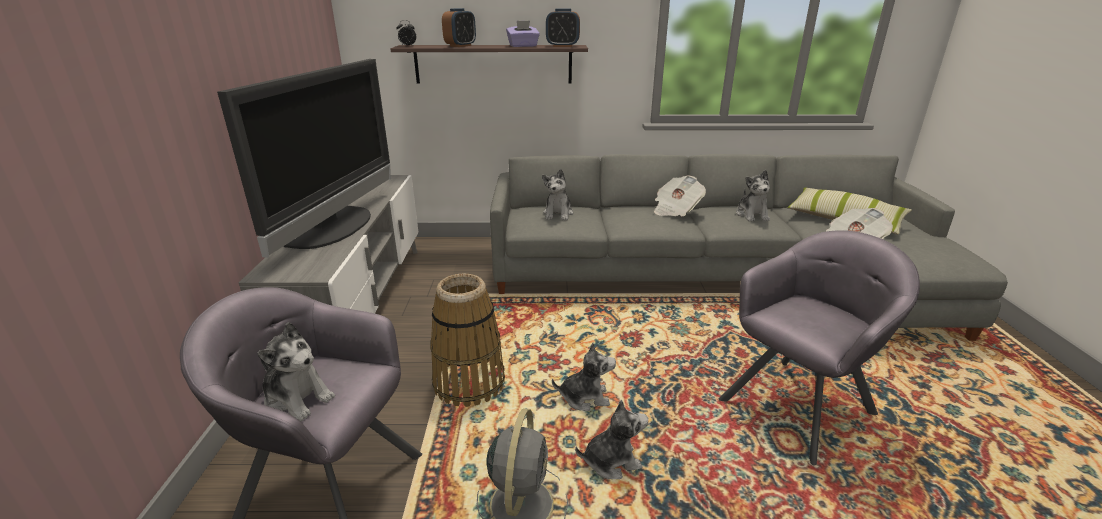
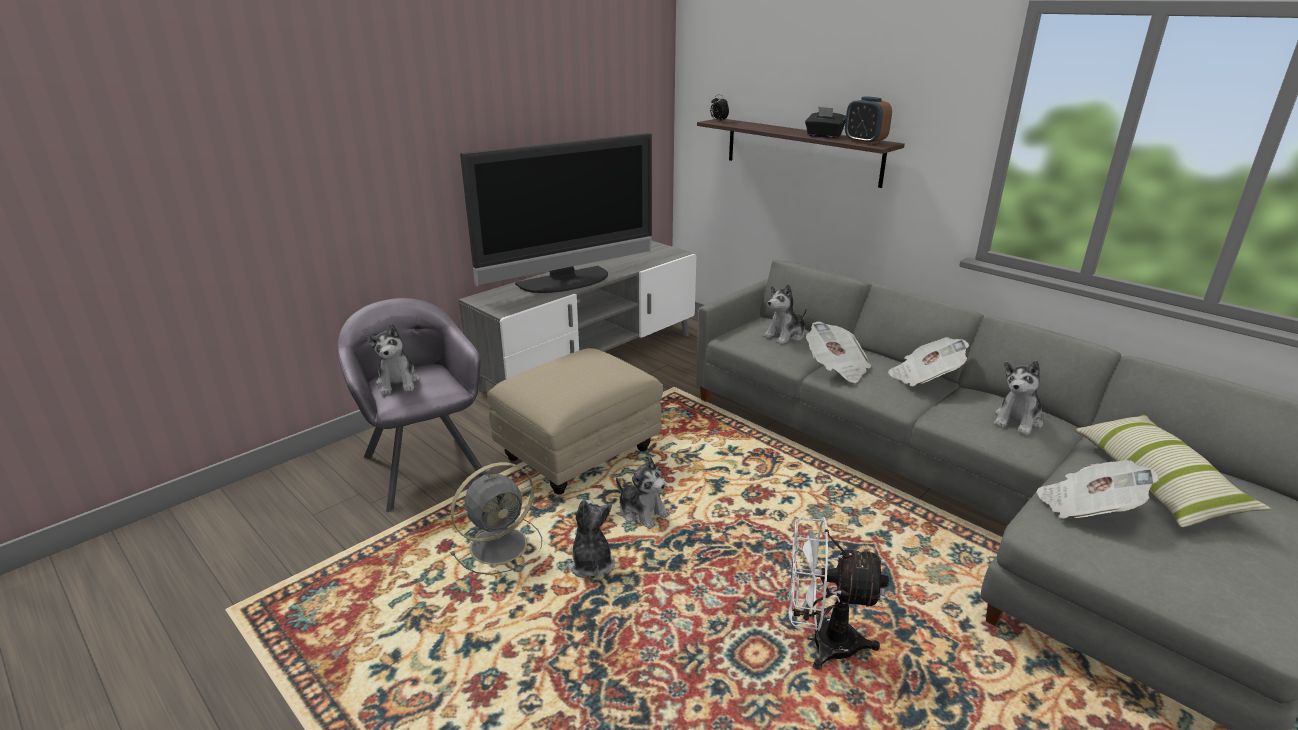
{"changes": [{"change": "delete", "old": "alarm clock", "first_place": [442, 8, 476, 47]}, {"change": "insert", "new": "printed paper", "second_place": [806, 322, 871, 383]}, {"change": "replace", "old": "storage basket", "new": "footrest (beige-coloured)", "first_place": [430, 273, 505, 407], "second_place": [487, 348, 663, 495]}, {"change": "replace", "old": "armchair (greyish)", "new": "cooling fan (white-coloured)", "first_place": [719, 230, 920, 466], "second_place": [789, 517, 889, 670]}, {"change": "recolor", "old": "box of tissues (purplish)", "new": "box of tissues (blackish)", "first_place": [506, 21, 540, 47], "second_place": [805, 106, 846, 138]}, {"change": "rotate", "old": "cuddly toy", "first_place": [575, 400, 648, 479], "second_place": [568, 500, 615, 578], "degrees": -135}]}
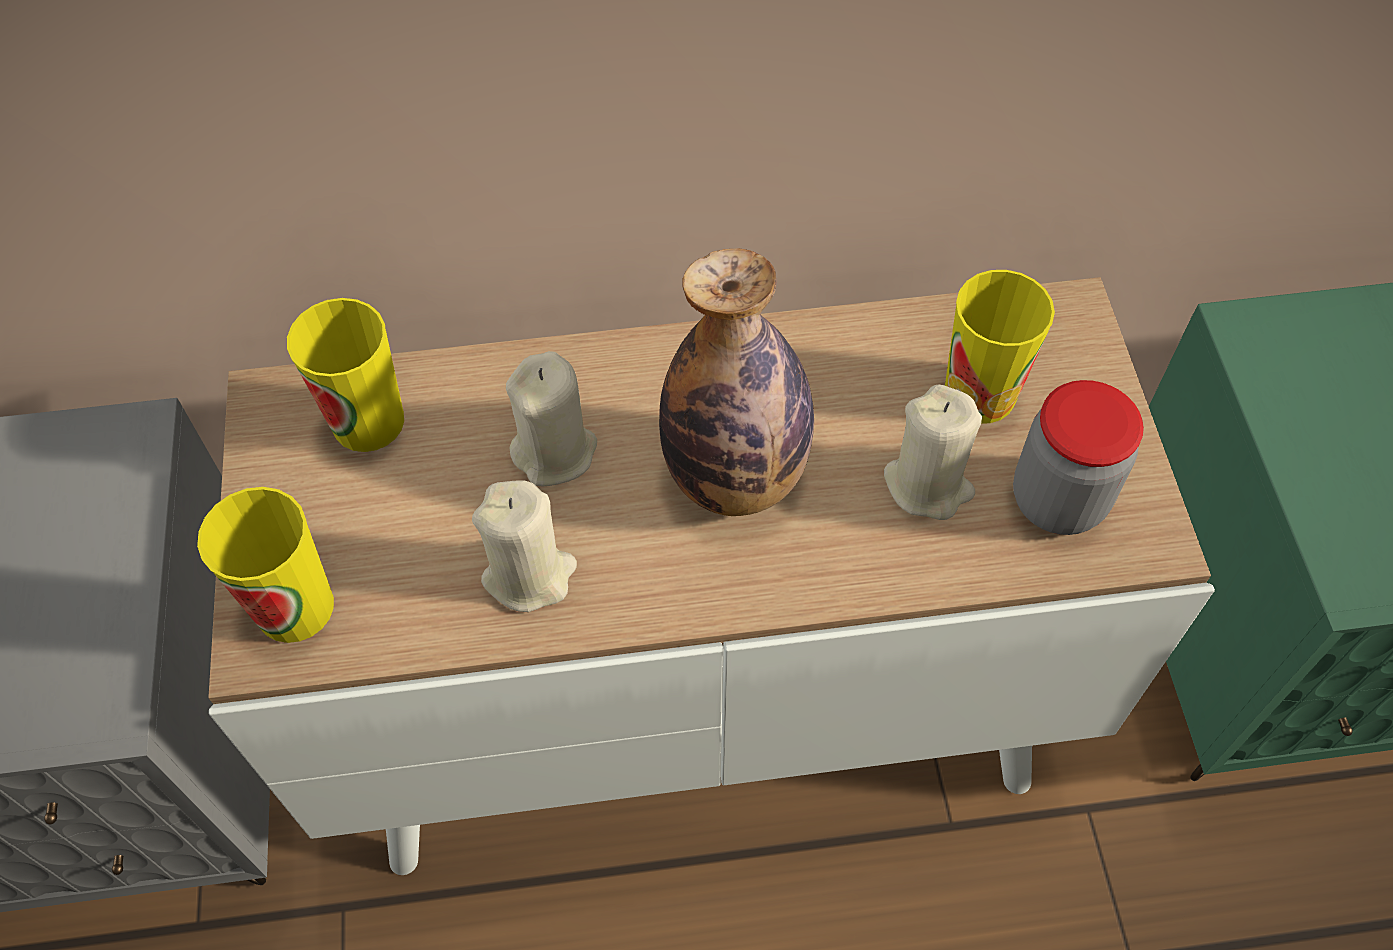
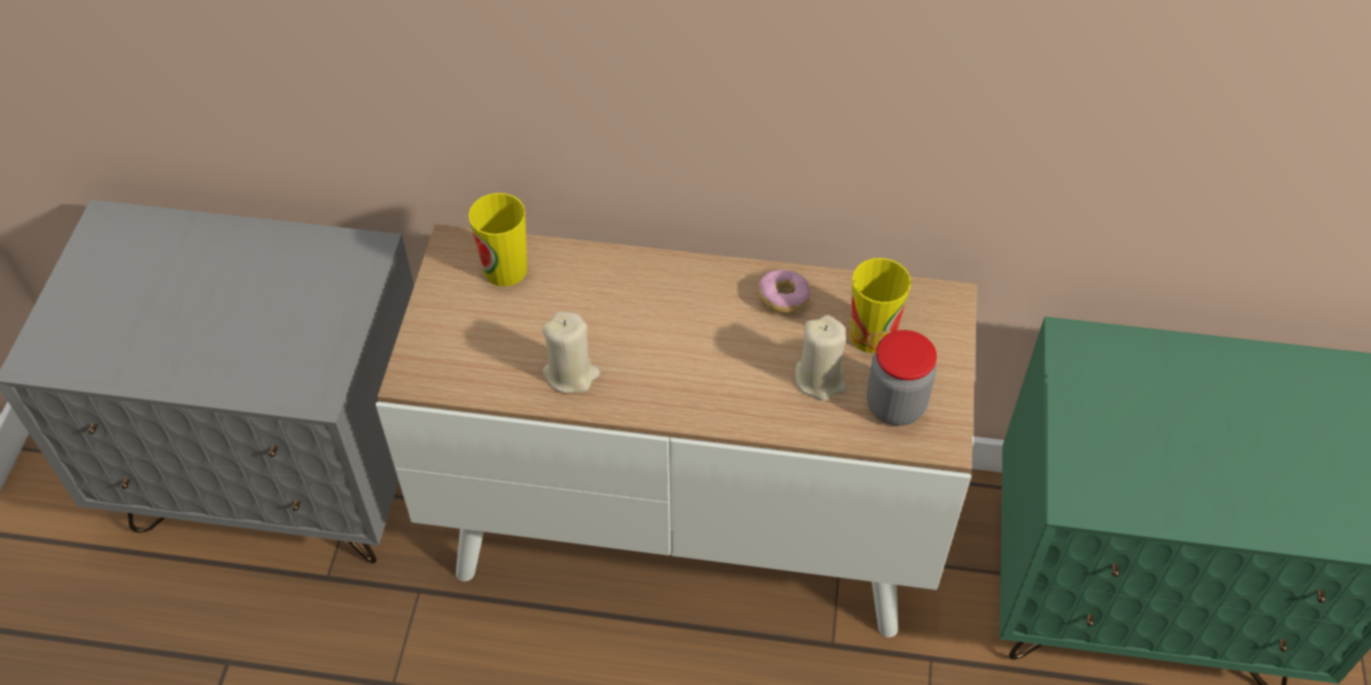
{"changes": [{"change": "delete", "old": "drinking cup", "first_place": [197, 487, 334, 643]}, {"change": "delete", "old": "candle (beige-coloured)", "first_place": [506, 351, 597, 486]}, {"change": "delete", "old": "bottle", "first_place": [659, 248, 814, 516]}, {"change": "insert", "new": "ring doughnut", "second_place": [758, 270, 811, 313]}]}
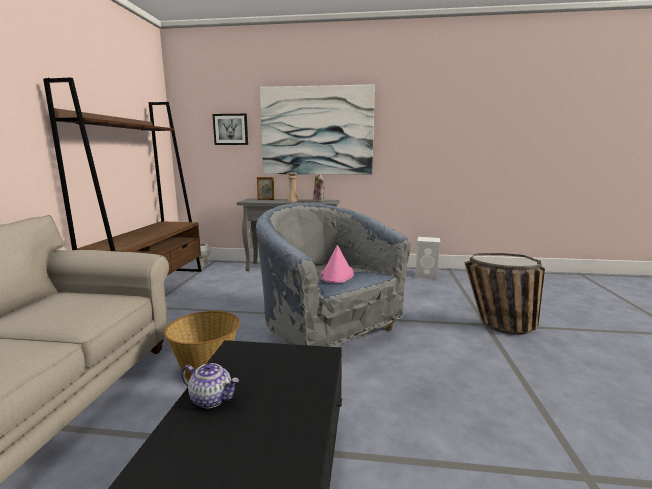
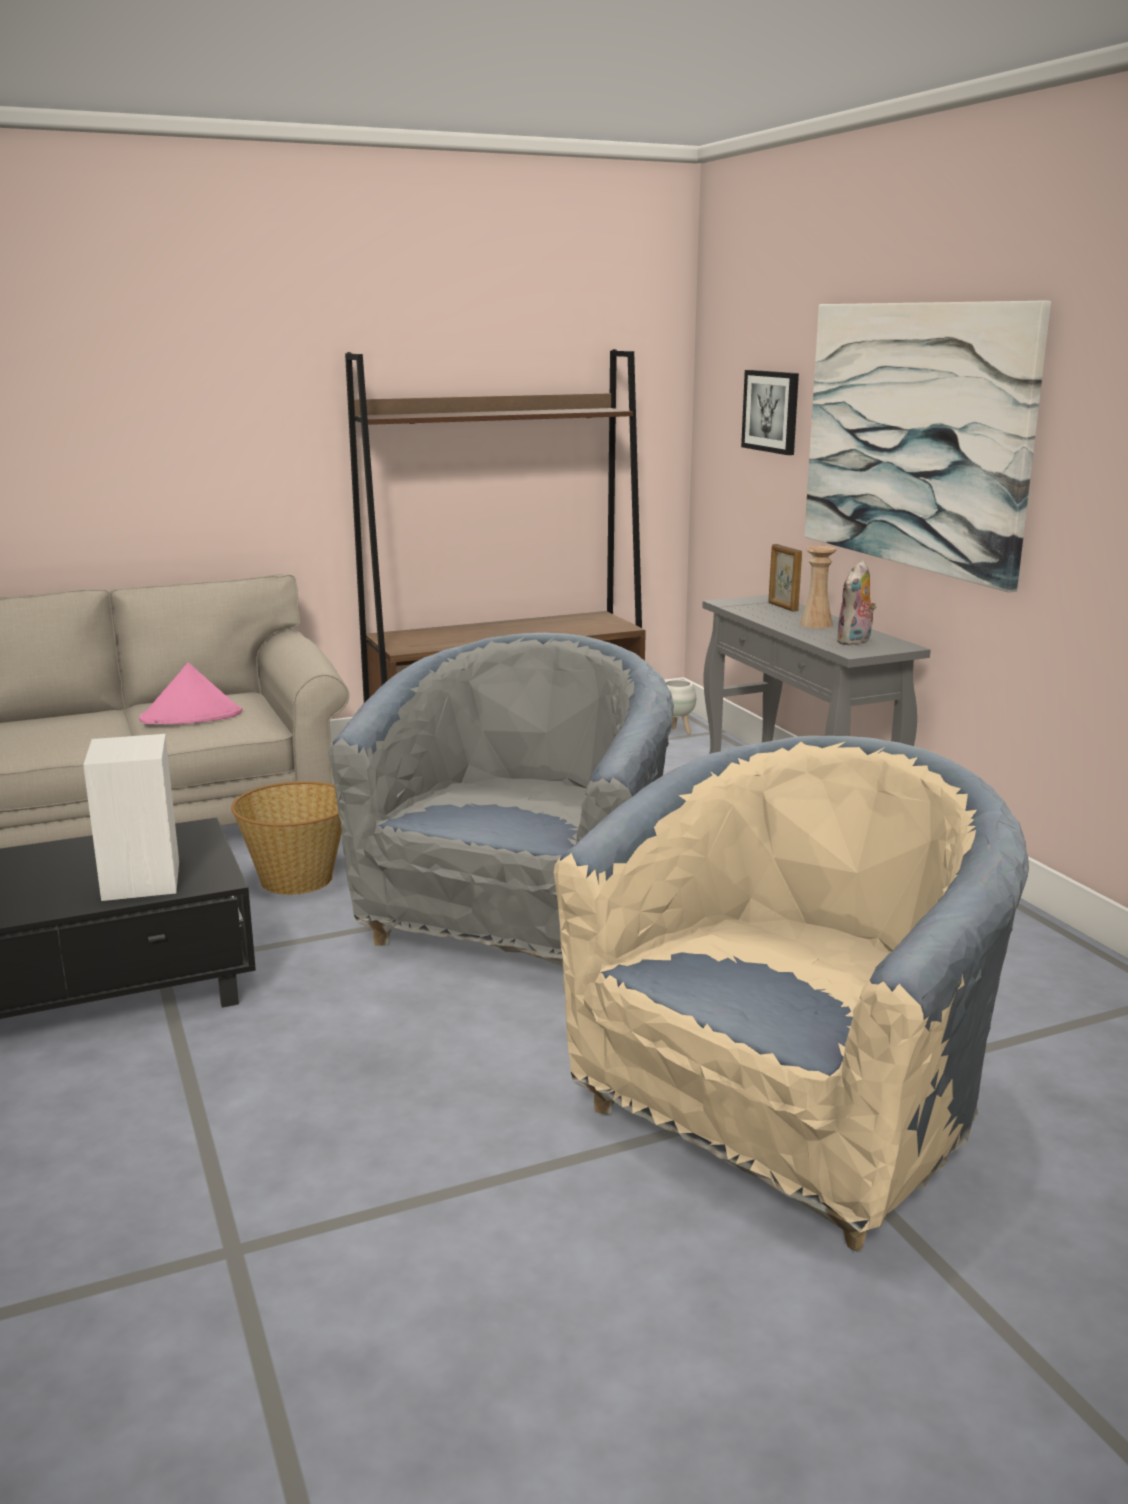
{"changes": [{"change": "delete", "old": "pot for tea", "first_place": [181, 363, 239, 408]}, {"change": "move", "old": "hat (pinkish)", "first_place": [321, 245, 354, 283], "second_place": [139, 663, 242, 724]}, {"change": "move", "old": "audio speaker (white-coloured)", "first_place": [415, 237, 440, 280], "second_place": [83, 734, 179, 901]}, {"change": "replace", "old": "storage basket", "new": "armchair (beige-coloured)", "first_place": [464, 253, 545, 335], "second_place": [554, 736, 1029, 1251]}]}
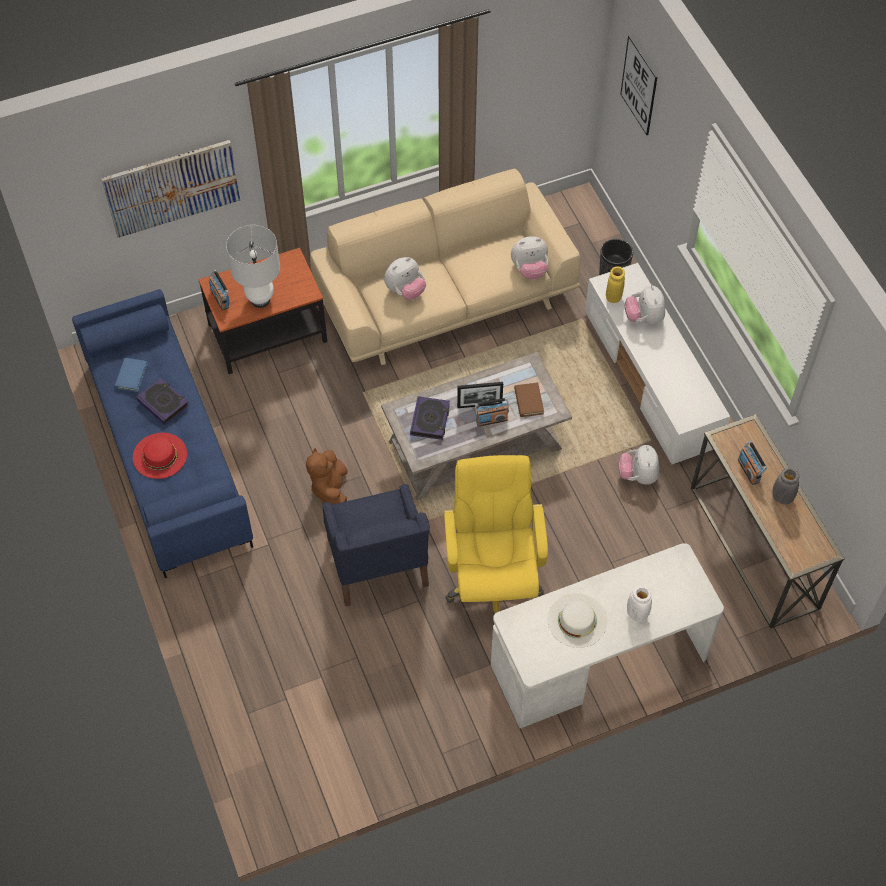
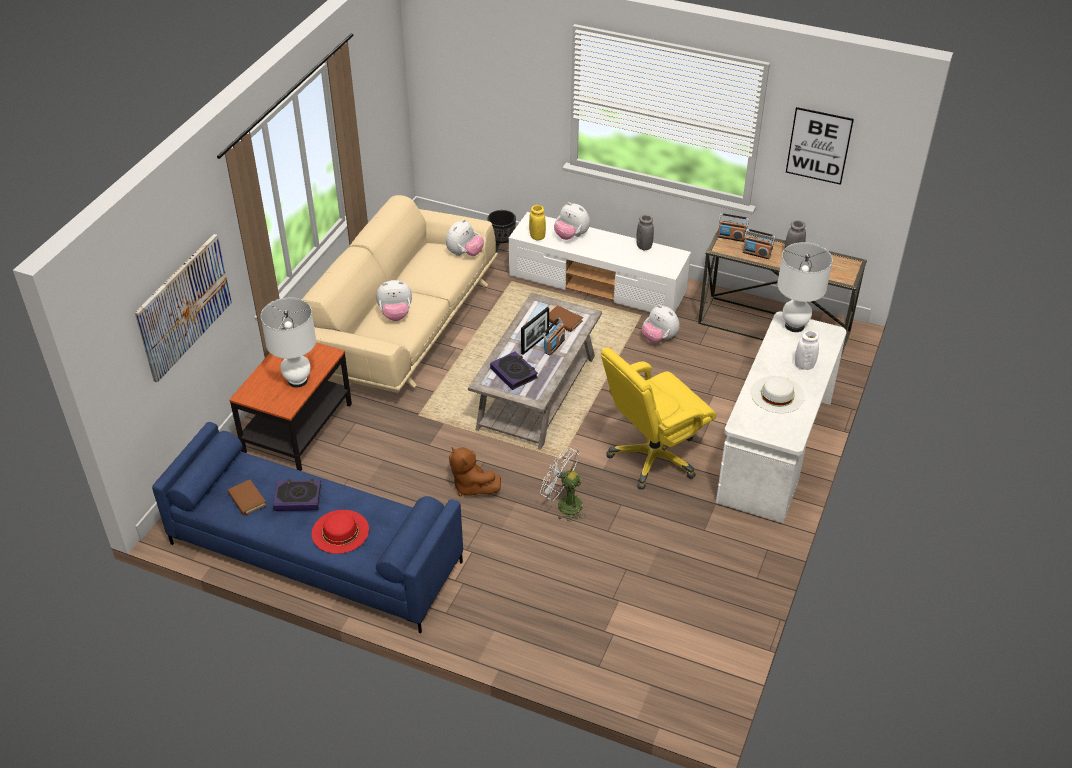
{"changes": [{"change": "insert", "new": "vase (greyish)", "second_place": [636, 215, 654, 250]}, {"change": "insert", "new": "tabletop lamp (white-coloured)", "second_place": [777, 242, 832, 332]}, {"change": "move", "old": "radio", "first_place": [209, 270, 230, 310], "second_place": [718, 213, 749, 242]}, {"change": "move", "old": "wall art", "first_place": [620, 35, 657, 135], "second_place": [786, 107, 854, 185]}, {"change": "replace", "old": "armchair (blue)", "new": "cooling fan (white-coloured)", "first_place": [323, 484, 430, 606], "second_place": [540, 447, 586, 522]}, {"change": "recolor", "old": "book (blue)", "new": "book (brownish)", "first_place": [114, 358, 148, 392], "second_place": [227, 480, 267, 516]}, {"change": "rotate", "old": "cuddly toy", "first_place": [384, 257, 426, 300], "second_place": [376, 280, 412, 321], "degrees": 75}, {"change": "rotate", "old": "desk chair (yellow-coloured)", "first_place": [444, 455, 548, 625], "second_place": [601, 348, 716, 490], "degrees": -75}]}
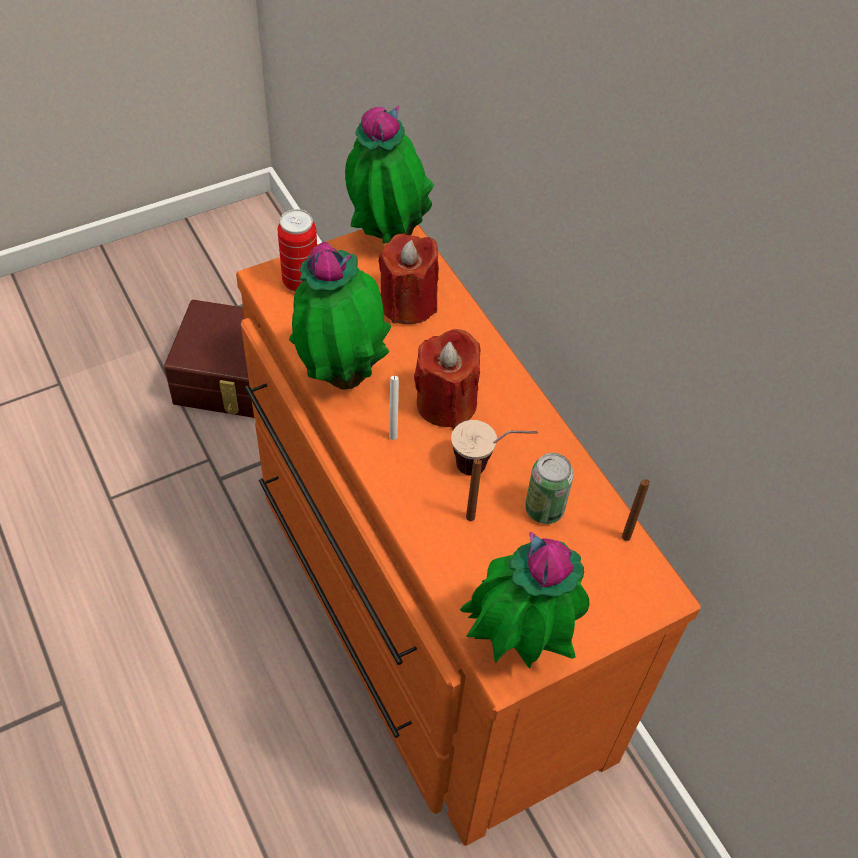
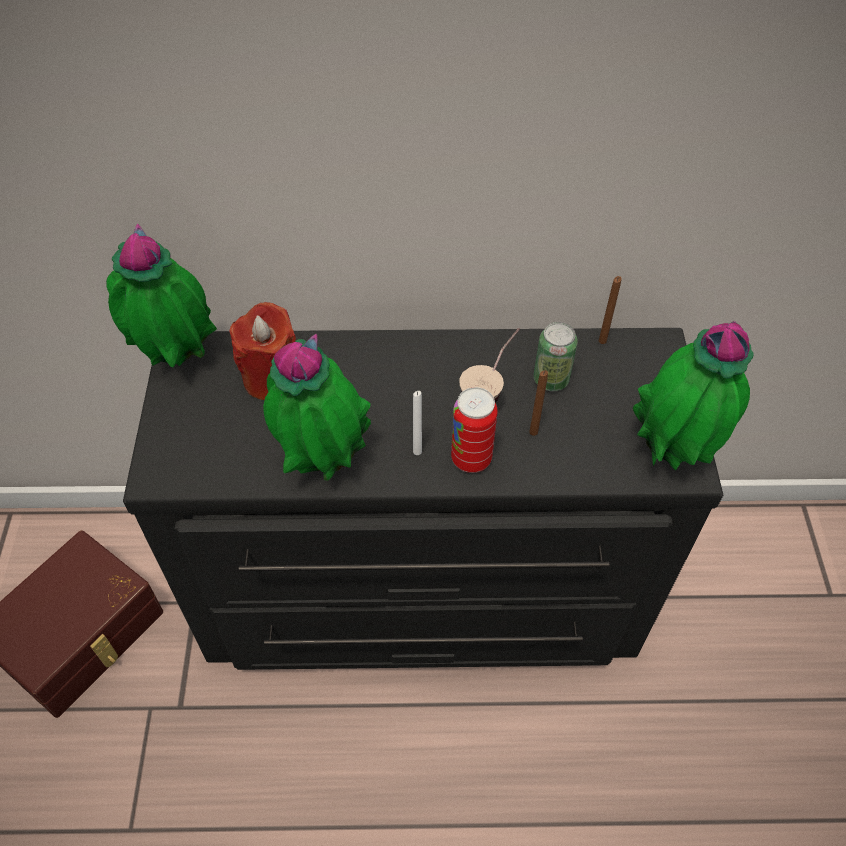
{"changes": [{"change": "delete", "old": "candle (reddish)", "first_place": [414, 329, 480, 429]}, {"change": "move", "old": "sealed can", "first_place": [278, 209, 317, 292], "second_place": [451, 387, 498, 473]}, {"change": "recolor", "old": "dresser (orange-coloured)", "new": "dresser (blackish)", "first_place": [236, 224, 700, 846], "second_place": [123, 328, 723, 670]}]}
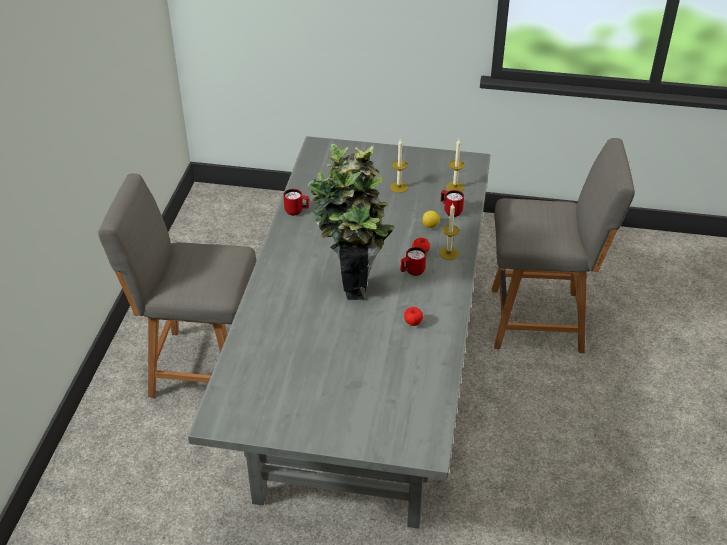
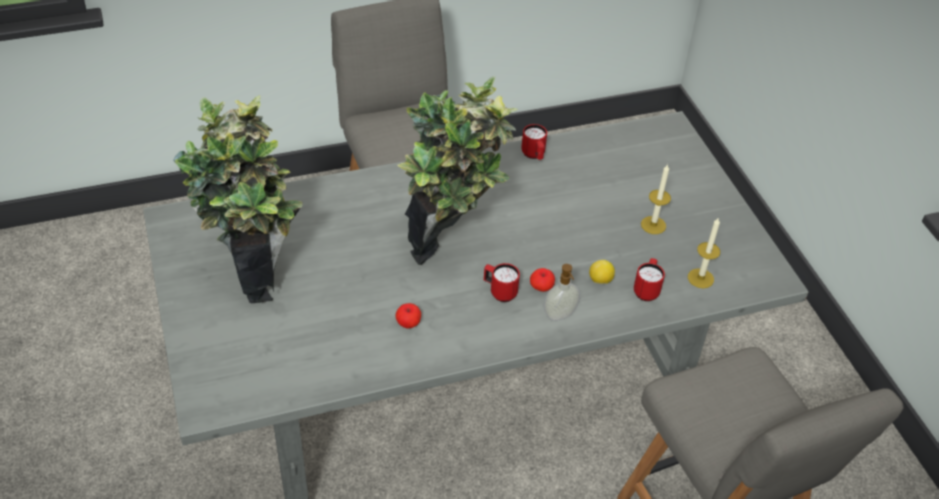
{"changes": [{"change": "insert", "new": "houseplant", "second_place": [173, 95, 303, 304]}, {"change": "replace", "old": "candle", "new": "soap bottle", "first_place": [439, 204, 459, 260], "second_place": [544, 264, 580, 321]}]}
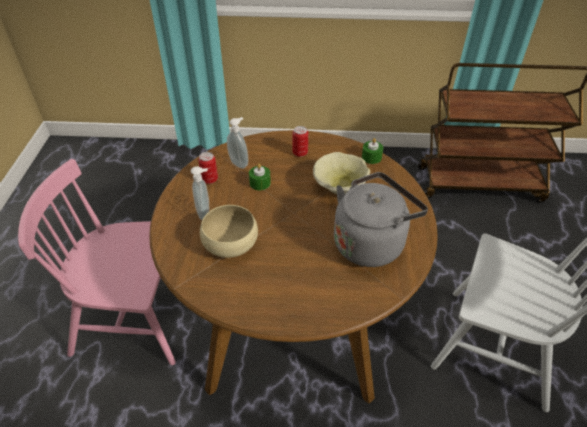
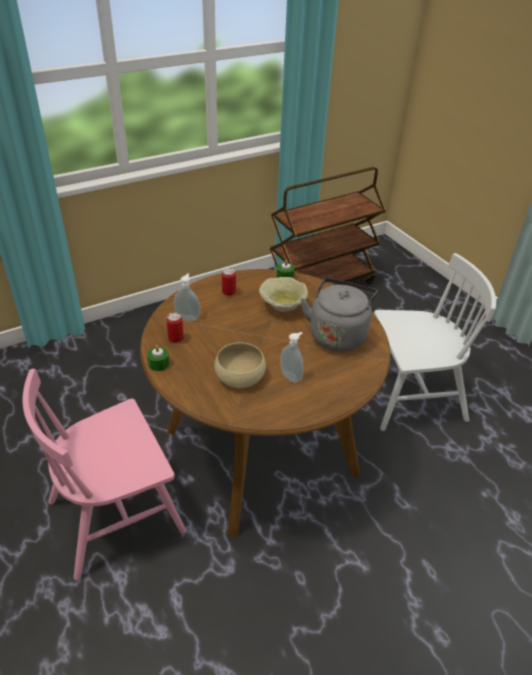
{"changes": [{"change": "move", "old": "soap bottle", "first_place": [191, 166, 209, 220], "second_place": [280, 332, 303, 383]}, {"change": "move", "old": "candle (green-coloured)", "first_place": [249, 163, 271, 190], "second_place": [147, 345, 169, 371]}]}
